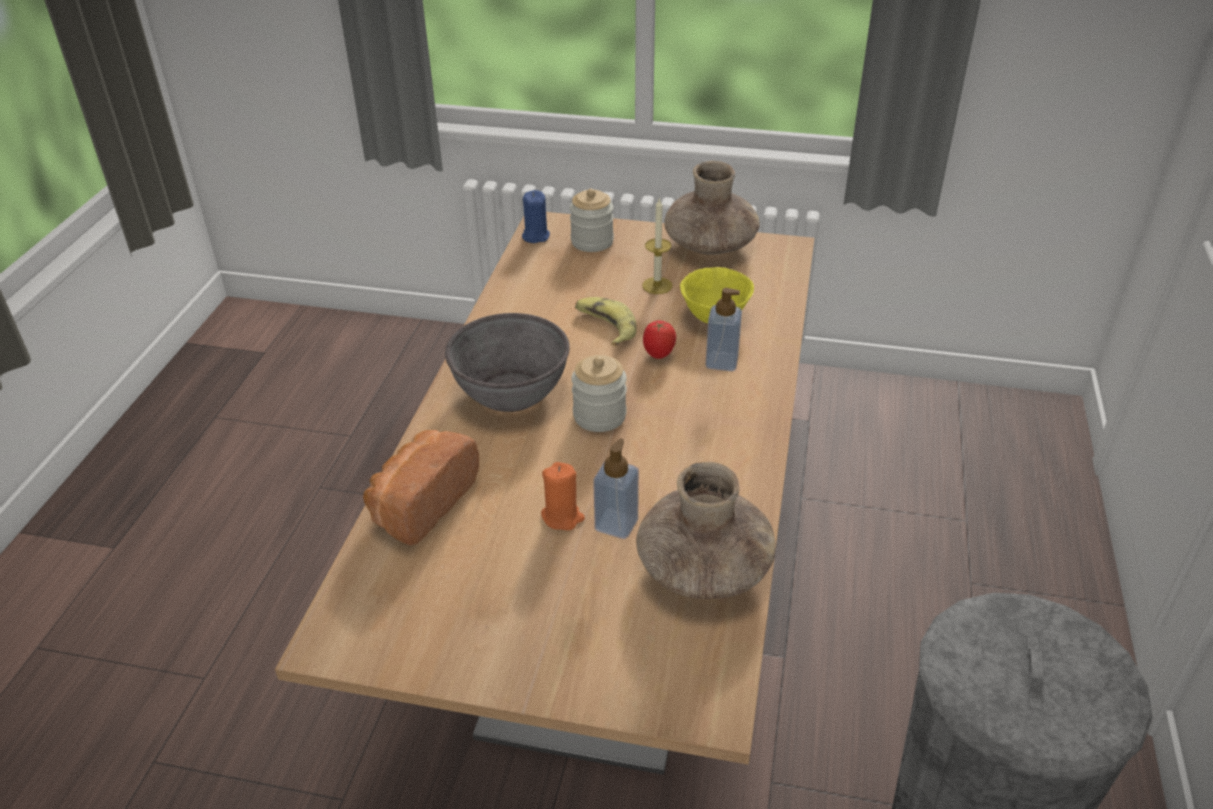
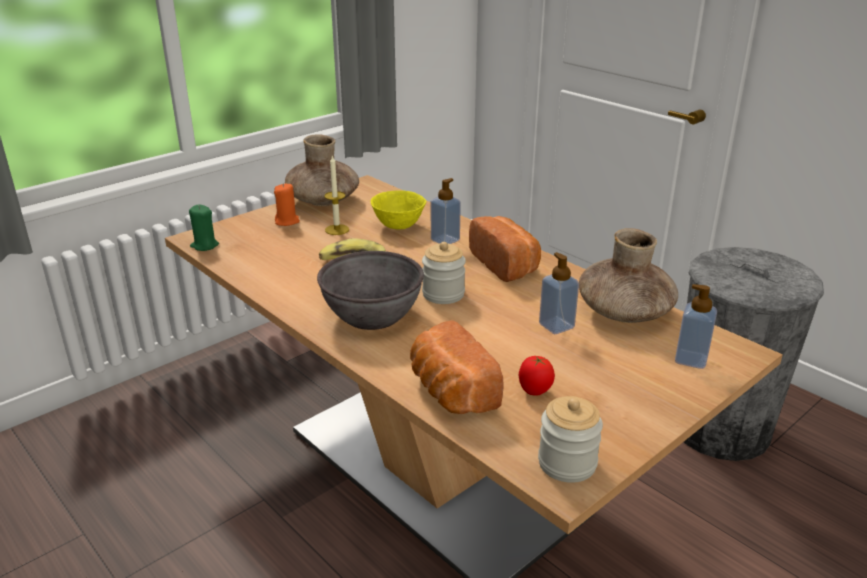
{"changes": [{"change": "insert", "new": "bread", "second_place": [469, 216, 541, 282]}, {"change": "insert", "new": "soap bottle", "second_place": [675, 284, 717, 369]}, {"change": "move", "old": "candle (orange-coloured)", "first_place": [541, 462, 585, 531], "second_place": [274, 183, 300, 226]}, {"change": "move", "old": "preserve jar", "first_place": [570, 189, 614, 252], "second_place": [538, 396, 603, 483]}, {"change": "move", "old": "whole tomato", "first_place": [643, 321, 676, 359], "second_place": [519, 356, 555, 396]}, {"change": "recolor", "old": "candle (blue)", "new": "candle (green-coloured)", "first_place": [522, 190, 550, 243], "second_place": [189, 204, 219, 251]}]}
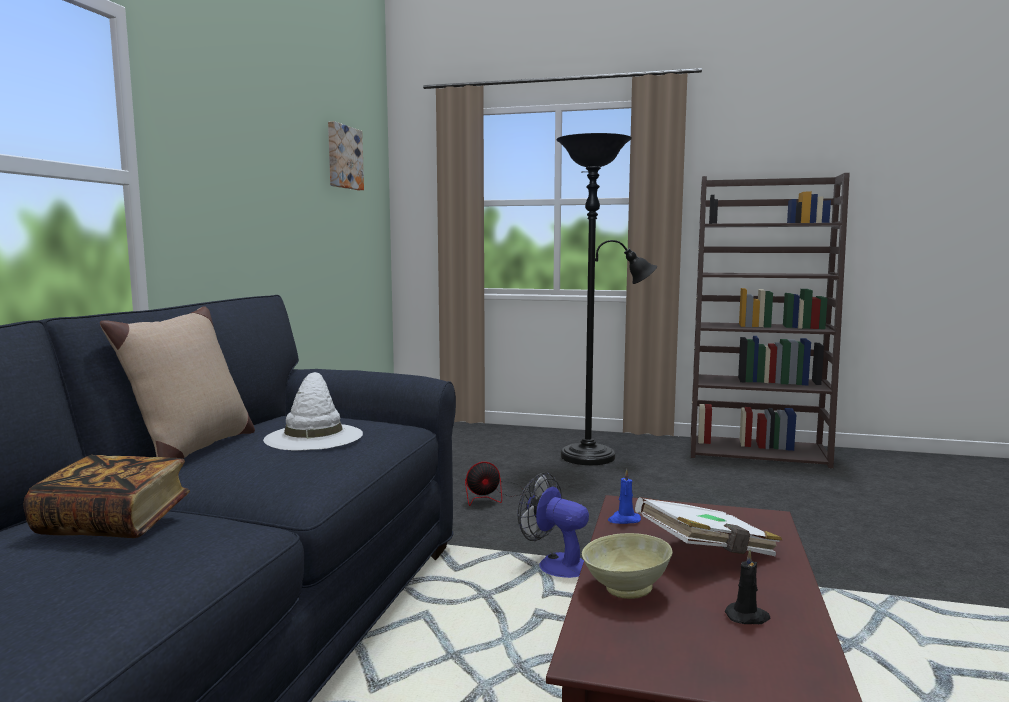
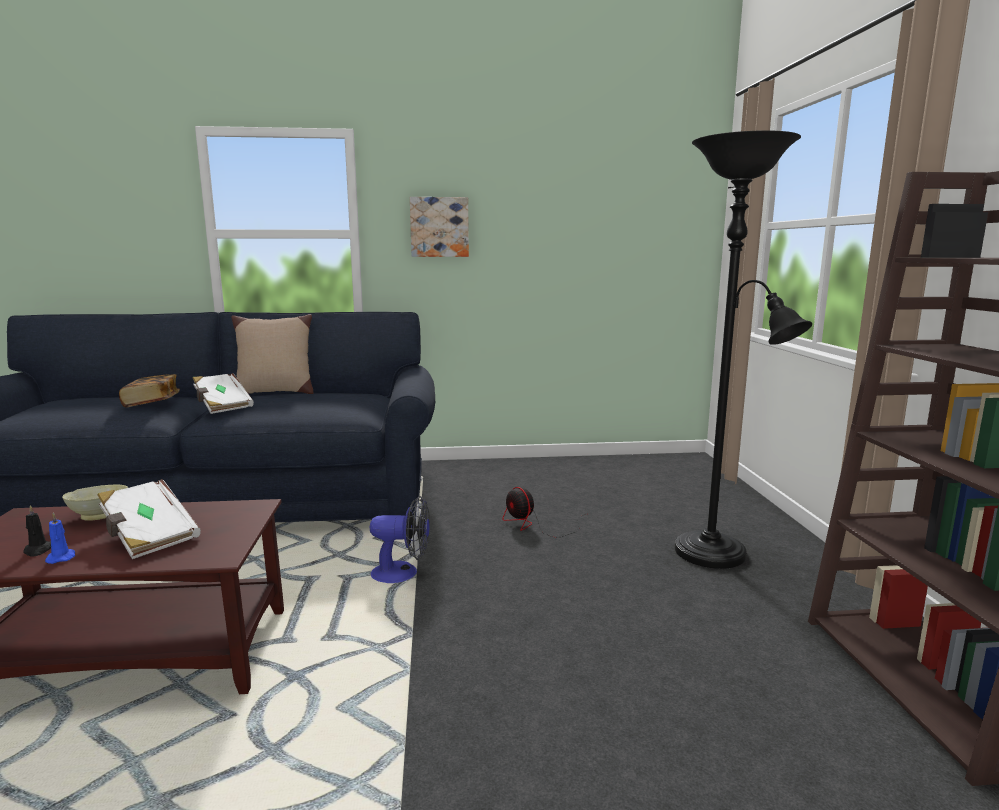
{"changes": [{"change": "delete", "old": "hat (white-coloured)", "first_place": [263, 372, 363, 451]}, {"change": "insert", "new": "book (white-coloured)", "second_place": [193, 373, 254, 414]}, {"change": "move", "old": "wall art", "first_place": [328, 121, 364, 190], "second_place": [410, 197, 469, 257]}, {"change": "move", "old": "candle (blue)", "first_place": [608, 469, 641, 524], "second_place": [45, 512, 75, 564]}, {"change": "rotate", "old": "cooling fan", "first_place": [518, 472, 589, 578], "second_place": [370, 496, 430, 583], "degrees": 75}]}
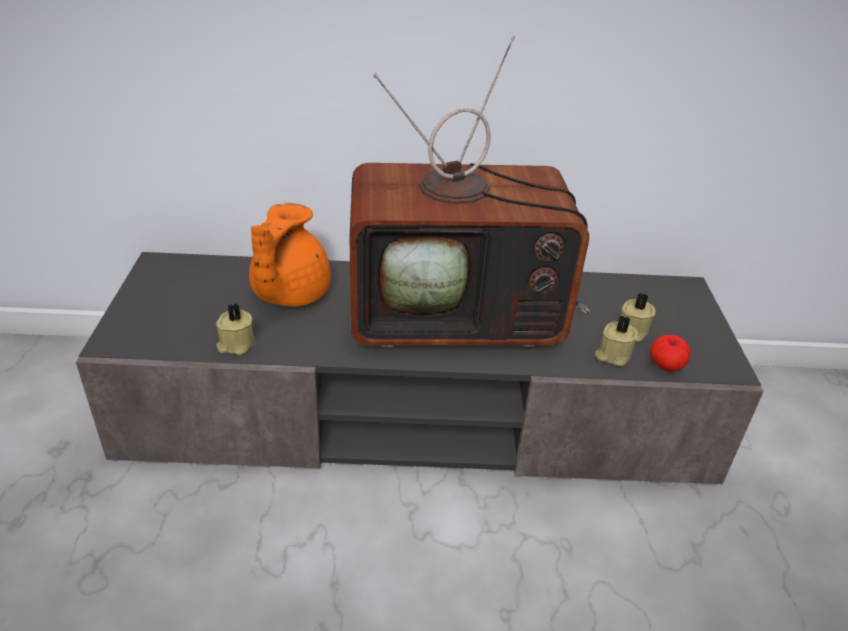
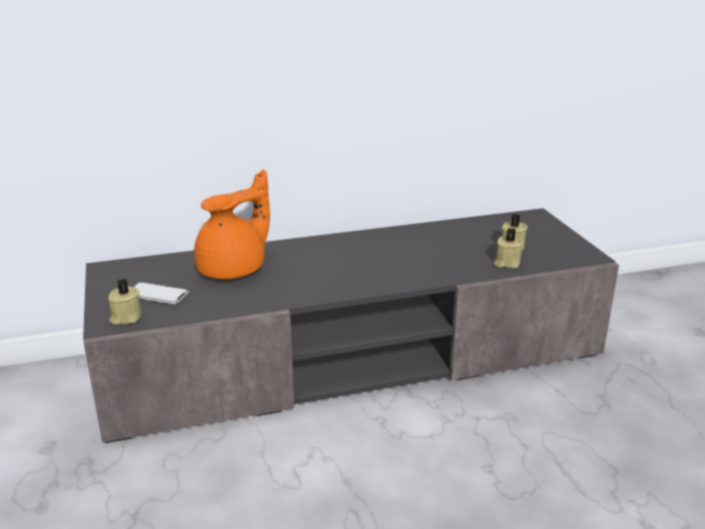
{"changes": [{"change": "delete", "old": "TV", "first_place": [349, 36, 590, 348]}, {"change": "delete", "old": "whole apple", "first_place": [650, 335, 691, 372]}, {"change": "insert", "new": "telephone", "second_place": [133, 282, 189, 304]}, {"change": "move", "old": "candle (beige-coloured)", "first_place": [216, 303, 254, 355], "second_place": [108, 278, 142, 325]}, {"change": "rotate", "old": "pot for tea (orange-coloured)", "first_place": [249, 203, 331, 307], "second_place": [194, 169, 270, 279], "degrees": -135}]}
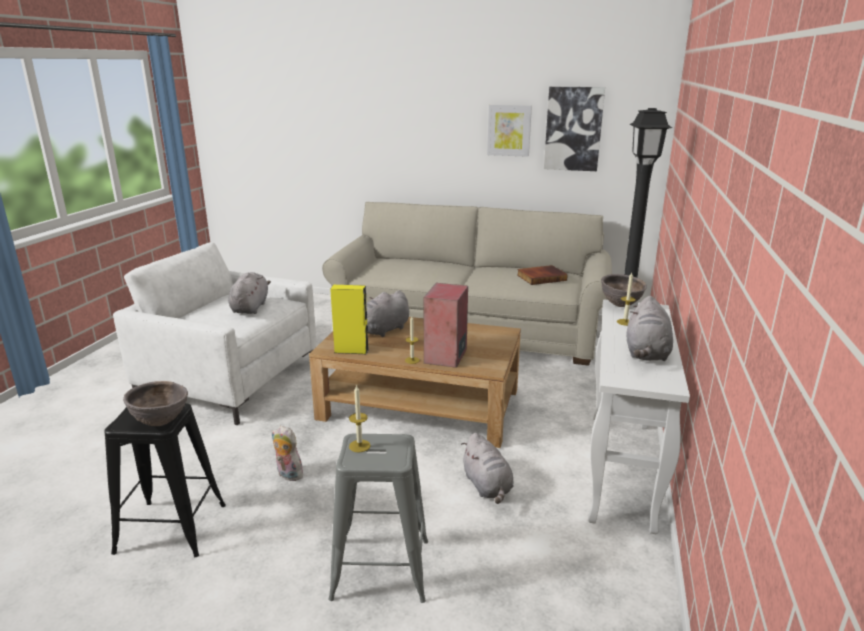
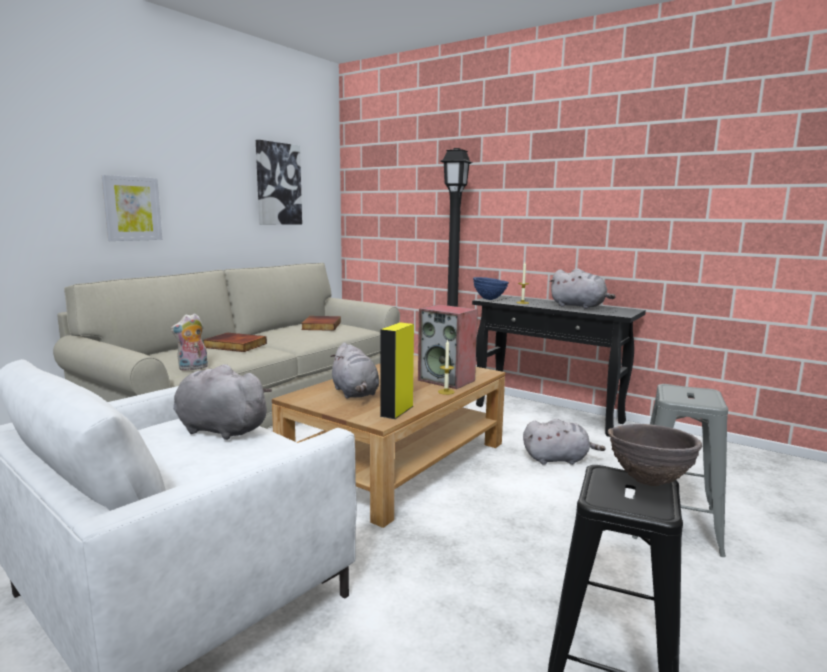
{"changes": [{"change": "delete", "old": "candle", "first_place": [349, 384, 371, 452]}, {"change": "insert", "new": "book", "second_place": [204, 332, 267, 352]}, {"change": "move", "old": "cuddly toy", "first_place": [272, 426, 303, 481], "second_place": [170, 313, 208, 371]}, {"change": "move", "old": "wall art", "first_place": [487, 105, 532, 157], "second_place": [102, 175, 162, 241]}, {"change": "recolor", "old": "console table (white-coloured)", "new": "console table (blackish)", "first_place": [588, 299, 690, 534], "second_place": [472, 295, 646, 437]}, {"change": "recolor", "old": "bowl (brownish)", "new": "bowl (blue)", "first_place": [601, 274, 647, 307], "second_place": [473, 277, 509, 300]}]}
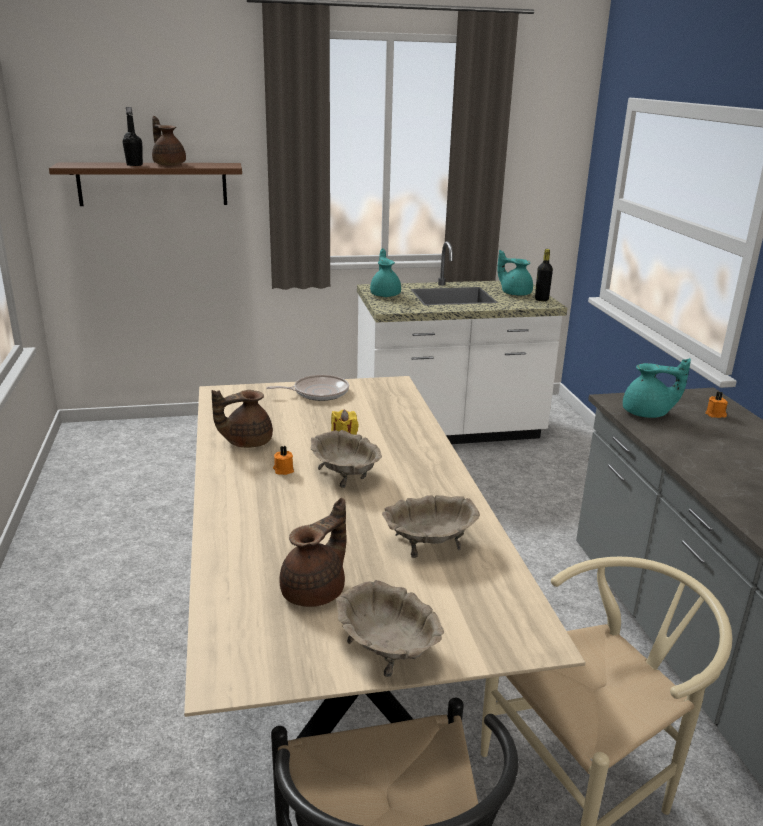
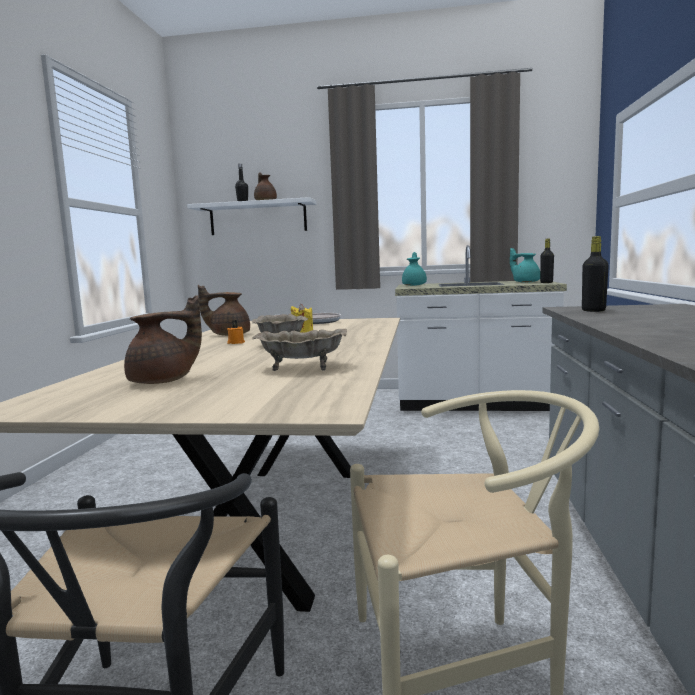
{"changes": [{"change": "delete", "old": "bowl (beige-coloured)", "first_place": [336, 580, 444, 677]}, {"change": "delete", "old": "candle (orange-coloured)", "first_place": [705, 391, 728, 418]}, {"change": "replace", "old": "pot for tea (turquoise)", "new": "bottle (blackish)", "first_place": [623, 358, 691, 418], "second_place": [582, 236, 609, 312]}, {"change": "recolor", "old": "wall shelf (brownish)", "new": "wall shelf (white-coloured)", "first_place": [49, 162, 242, 206], "second_place": [187, 197, 316, 235]}]}
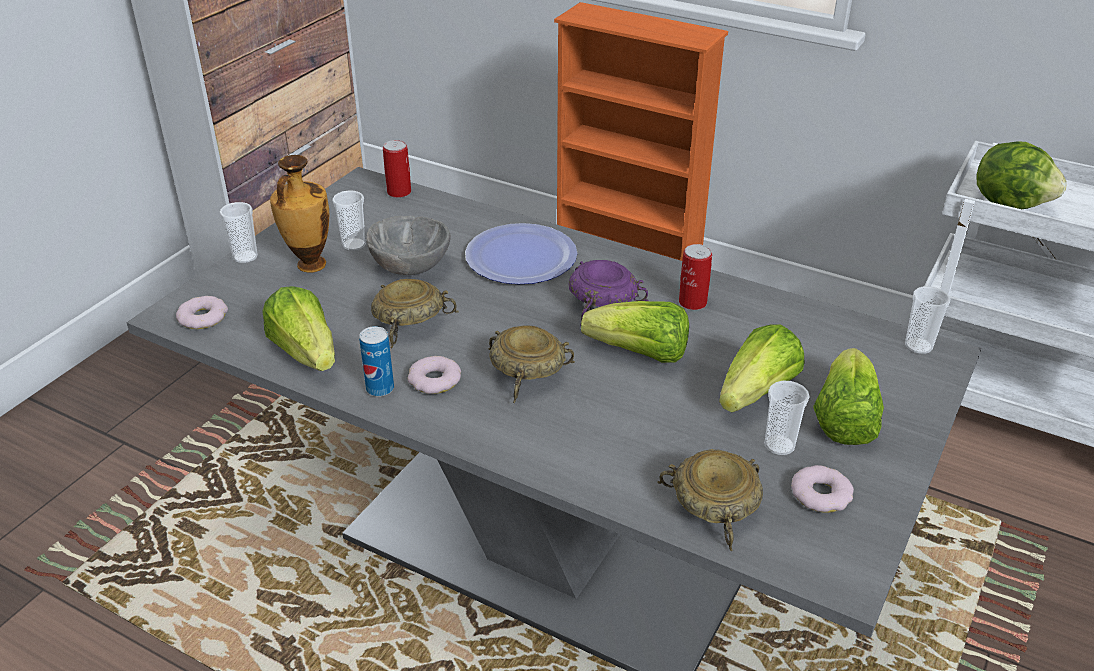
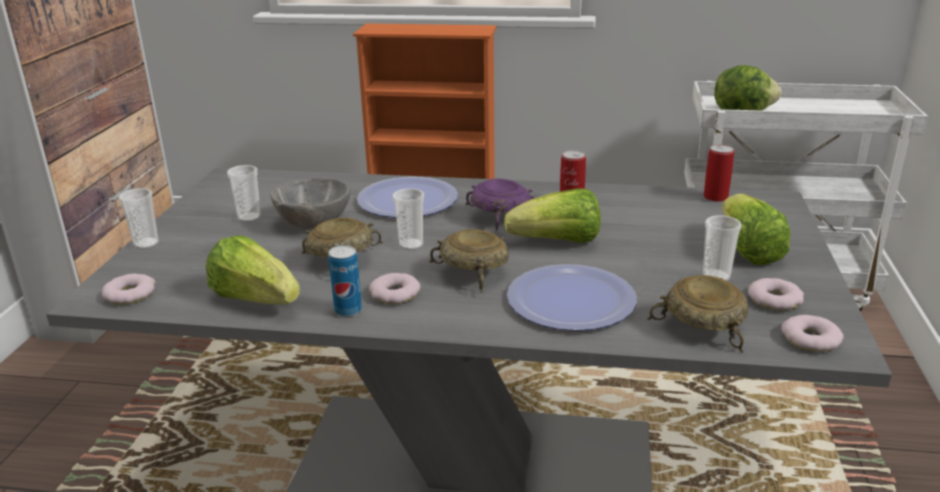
{"changes": [{"change": "delete", "old": "vase", "first_place": [270, 155, 329, 273]}, {"change": "delete", "old": "lettuce head", "first_place": [719, 324, 804, 412]}, {"change": "insert", "new": "flat dish", "second_place": [507, 264, 637, 331]}, {"change": "insert", "new": "ring doughnut", "second_place": [781, 315, 844, 352]}, {"change": "move", "old": "sealed can", "first_place": [383, 140, 411, 198], "second_place": [704, 144, 734, 202]}, {"change": "move", "old": "drinking cup", "first_place": [905, 286, 950, 354], "second_place": [392, 188, 424, 250]}]}
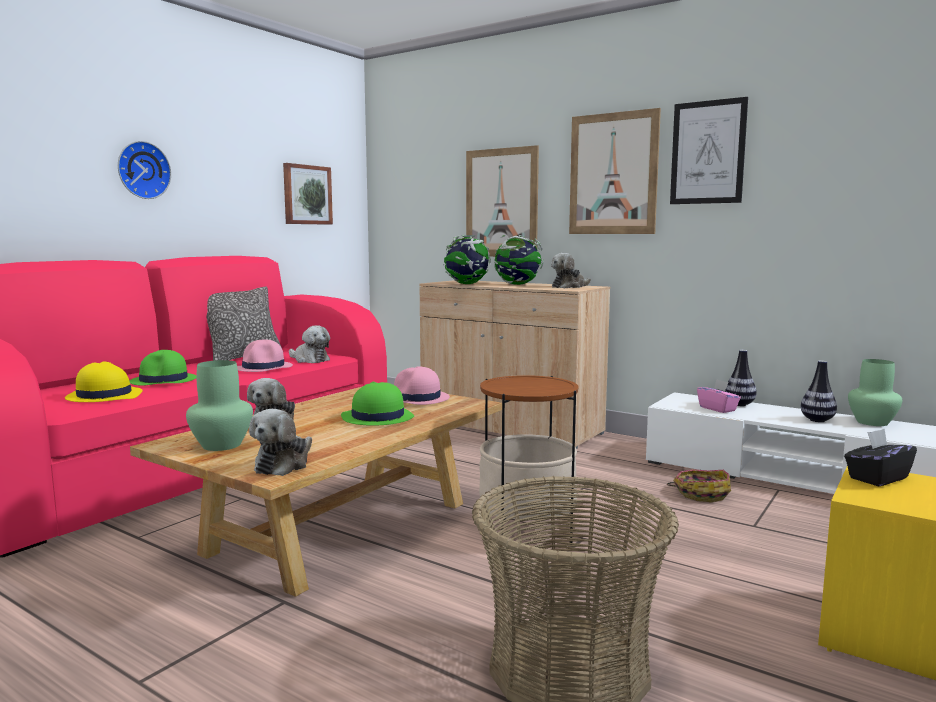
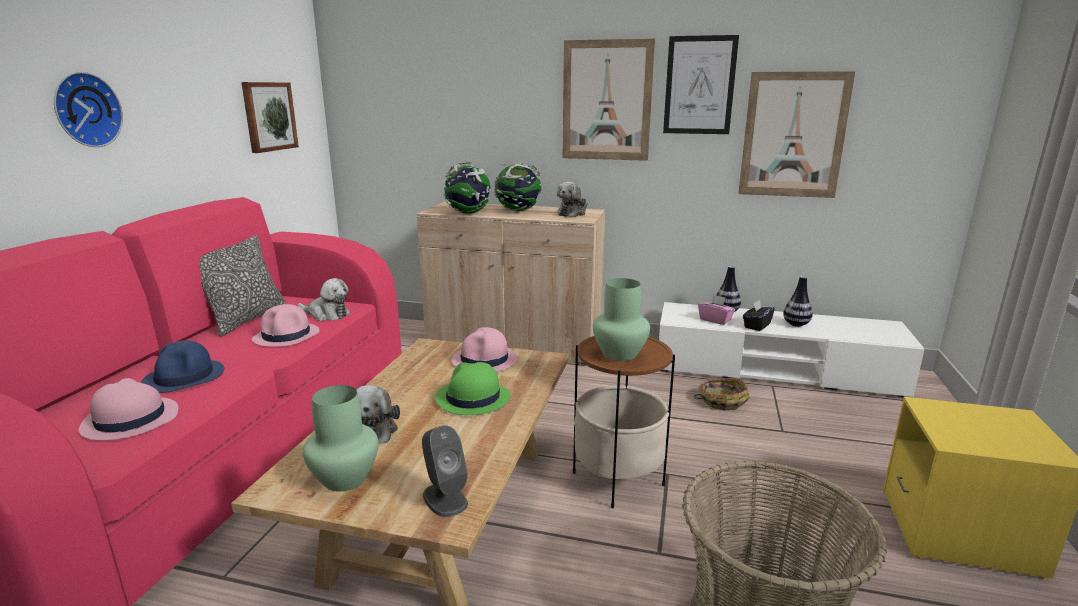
{"changes": [{"change": "move", "old": "wall art", "first_place": [466, 145, 539, 257], "second_place": [738, 71, 855, 198]}, {"change": "move", "old": "box of tissues (blackish)", "first_place": [844, 429, 917, 486], "second_place": [743, 300, 775, 331]}, {"change": "move", "old": "vase (green-coloured)", "first_place": [848, 359, 902, 426], "second_place": [593, 278, 650, 361]}, {"change": "replace", "old": "cuddly toy", "new": "audio speaker (greyish)", "first_place": [249, 409, 312, 476], "second_place": [422, 425, 468, 517]}, {"change": "recolor", "old": "hat (yellow-coloured)", "new": "hat (pinkish)", "first_place": [65, 361, 142, 402], "second_place": [79, 378, 178, 441]}, {"change": "recolor", "old": "hat (green-coloured)", "new": "hat (blue)", "first_place": [130, 350, 197, 386], "second_place": [141, 340, 225, 393]}]}
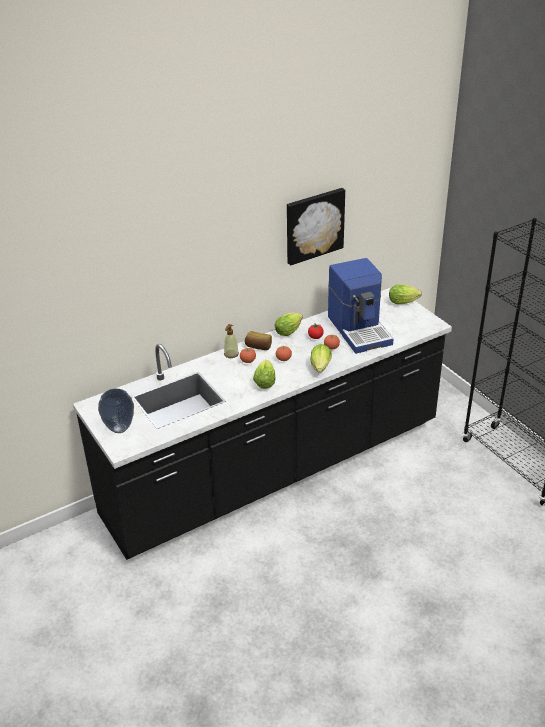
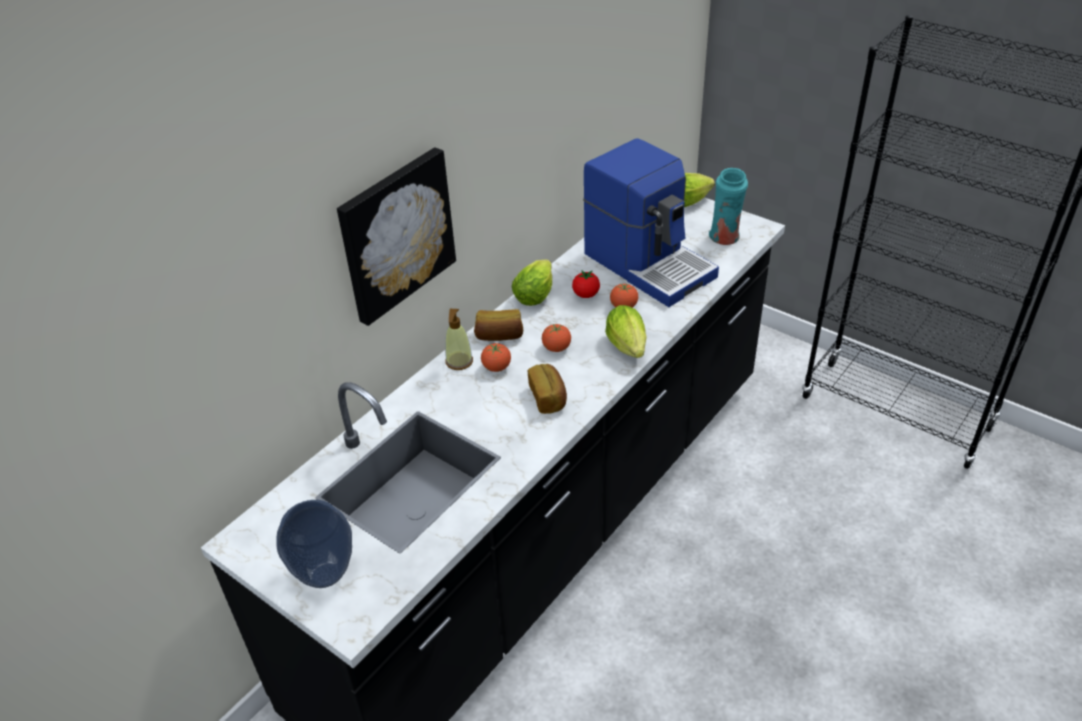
{"changes": [{"change": "insert", "new": "vase (turquoise)", "second_place": [709, 168, 748, 245]}, {"change": "move", "old": "wall art", "first_place": [287, 188, 345, 265], "second_place": [337, 147, 456, 326]}, {"change": "replace", "old": "lettuce head", "new": "bread", "first_place": [253, 360, 275, 389], "second_place": [528, 364, 567, 414]}]}
